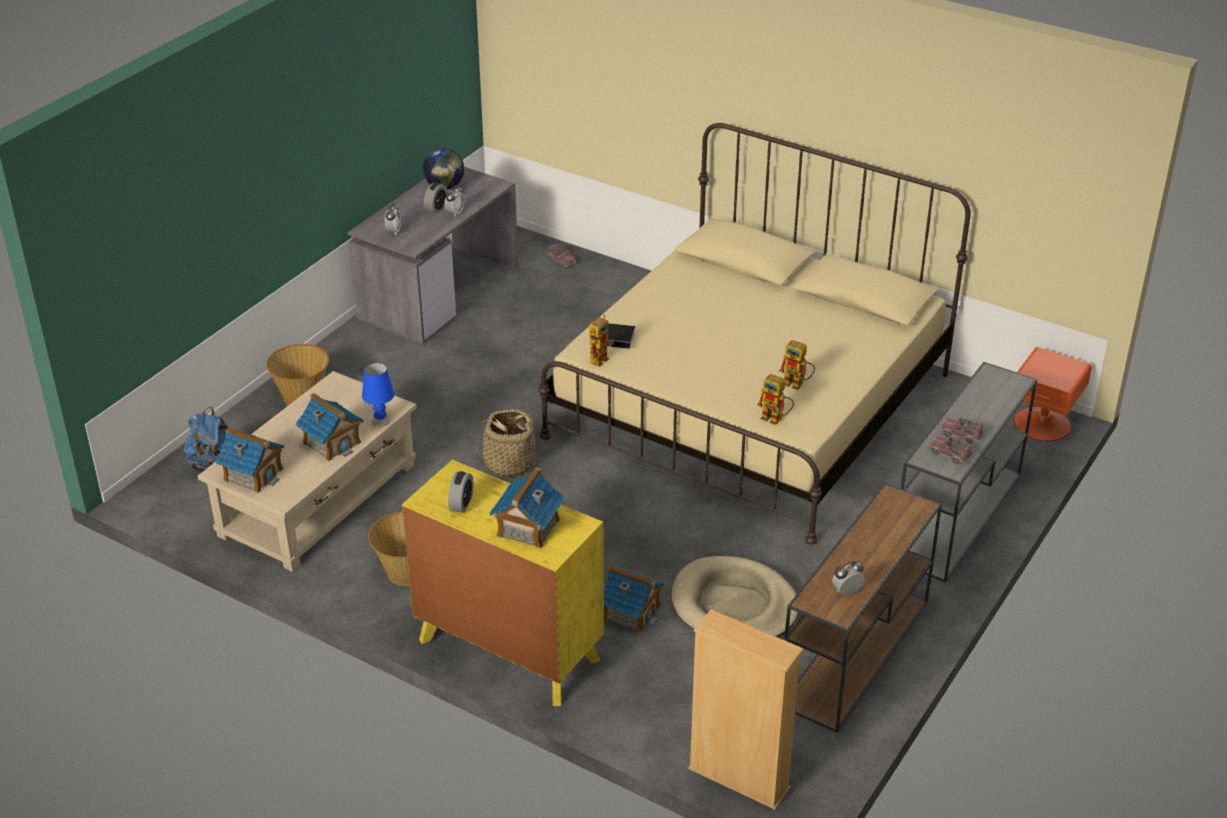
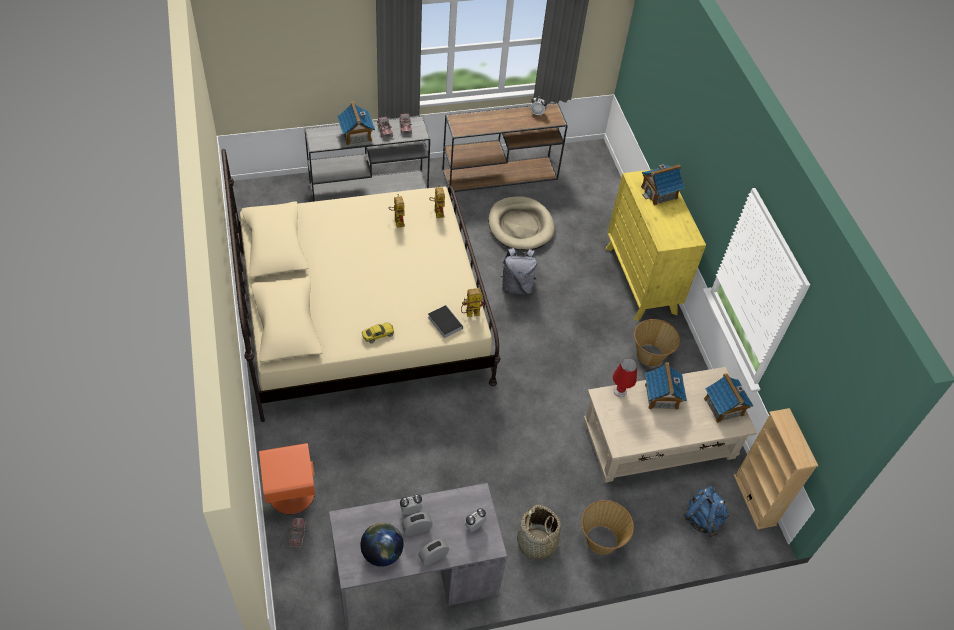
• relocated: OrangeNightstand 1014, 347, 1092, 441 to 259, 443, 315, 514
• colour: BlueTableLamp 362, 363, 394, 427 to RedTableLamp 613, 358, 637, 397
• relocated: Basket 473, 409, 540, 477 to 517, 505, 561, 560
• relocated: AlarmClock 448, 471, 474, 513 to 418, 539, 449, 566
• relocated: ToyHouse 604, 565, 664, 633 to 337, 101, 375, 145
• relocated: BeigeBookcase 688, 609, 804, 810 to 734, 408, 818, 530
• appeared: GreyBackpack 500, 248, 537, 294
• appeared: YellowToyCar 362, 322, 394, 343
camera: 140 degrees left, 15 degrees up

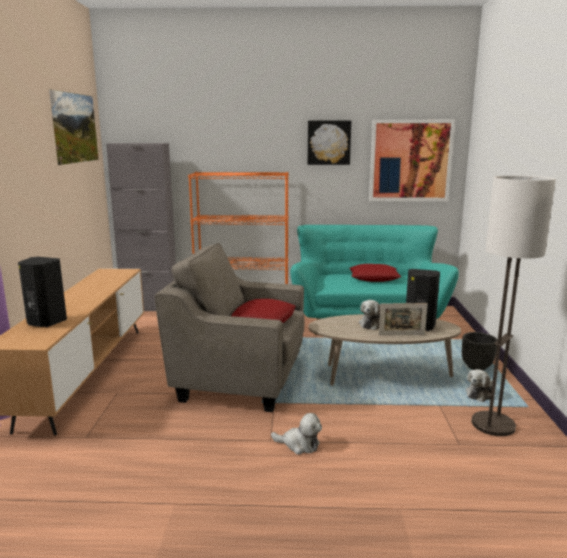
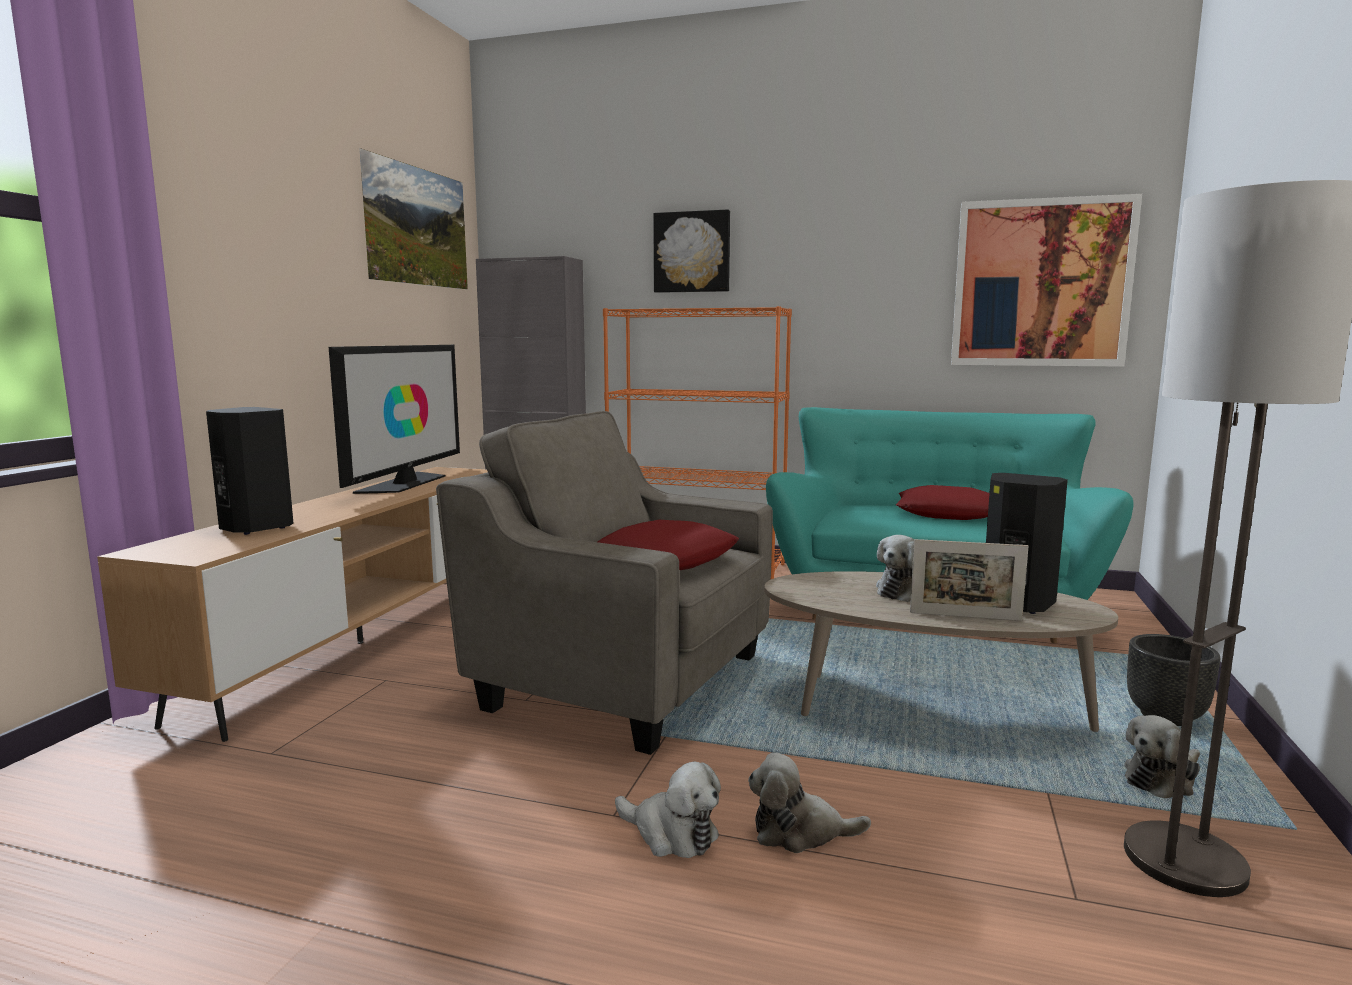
• relocated: Picture 308, 121, 351, 165 to 653, 209, 730, 293
• appeared: Television 329, 345, 460, 494
• appeared: PlushToy 748, 753, 871, 853
camera: 15 degrees right, 5 degrees down

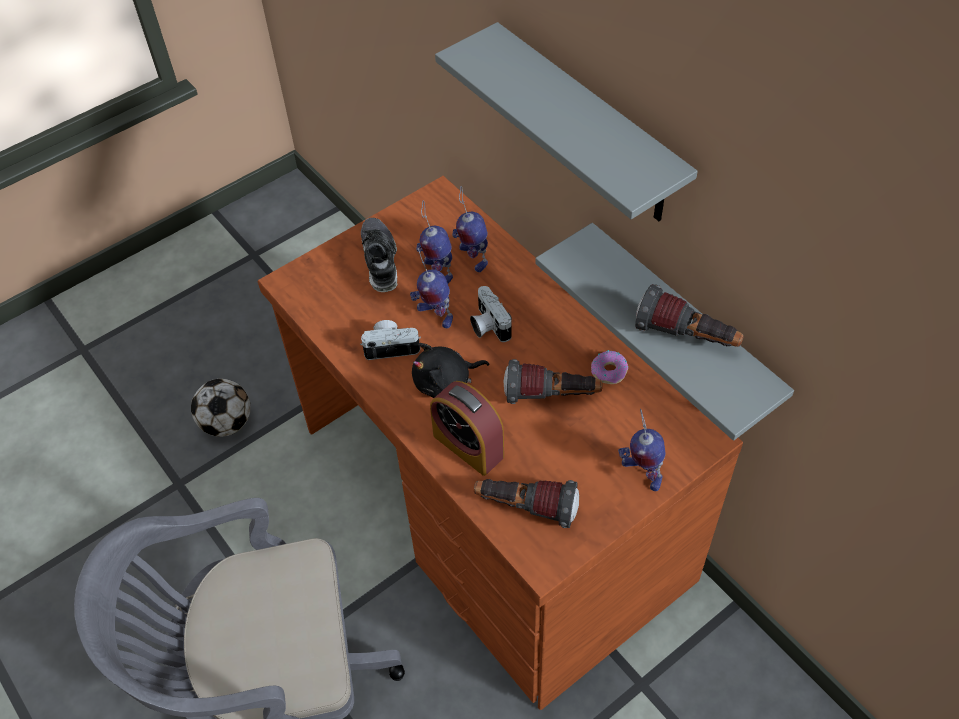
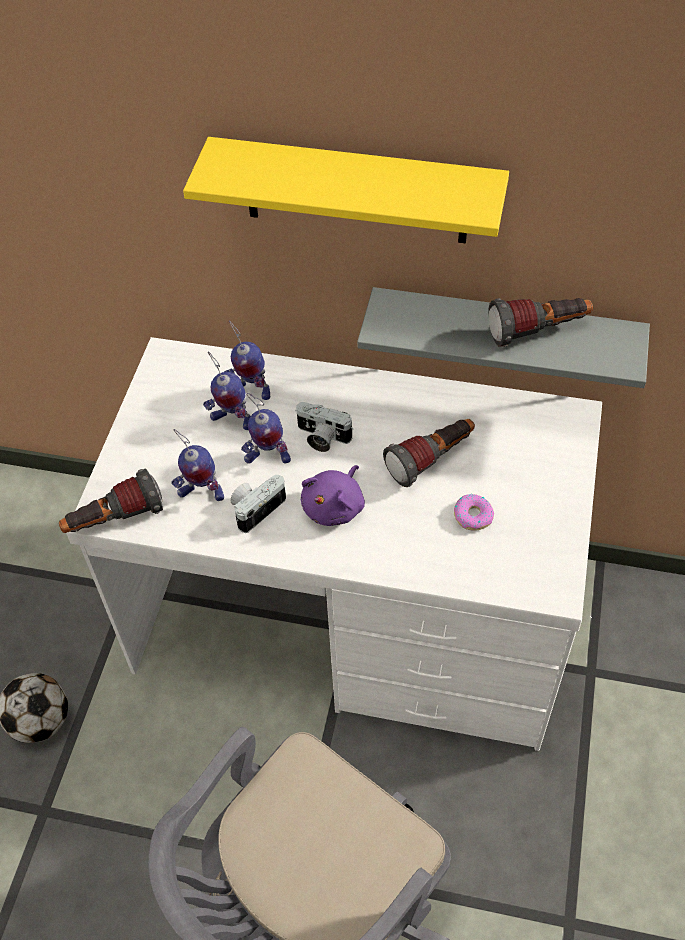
• colour: GreyShelf 435, 22, 698, 221 to YellowShelf 183, 137, 509, 243
• colour: BrownDesk 258, 176, 743, 710 to WhiteDesk 66, 337, 602, 751
• missing: Shoe 361, 218, 398, 292
• colour: BlackPlushToy 412, 343, 489, 398 to PurplePlushToy 301, 465, 365, 526
• relocated: Donut 591, 350, 628, 384 to 454, 494, 494, 531
• missing: AlarmClock 430, 381, 504, 476
• relocated: ToyRobot 618, 409, 665, 491 to 171, 429, 224, 501
• relocated: Flashlight 474, 479, 579, 528 to 59, 469, 163, 533
camera: 40 degrees left, 0 degrees up

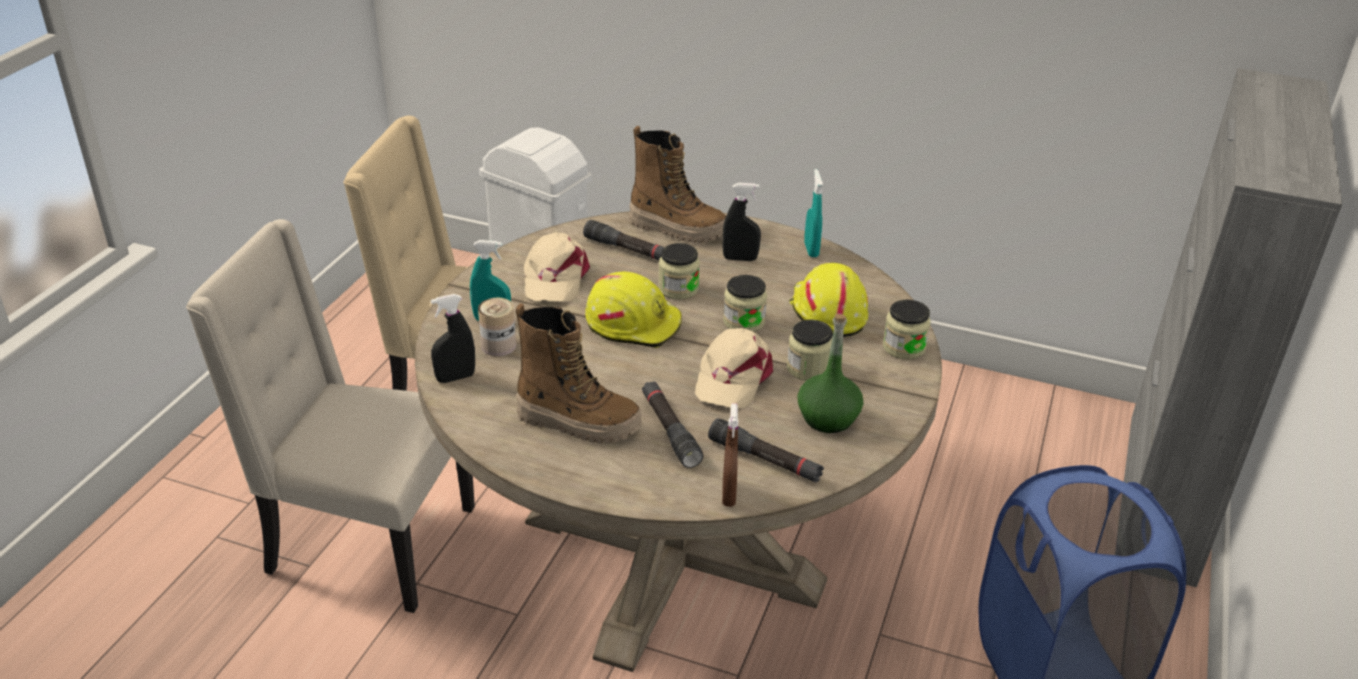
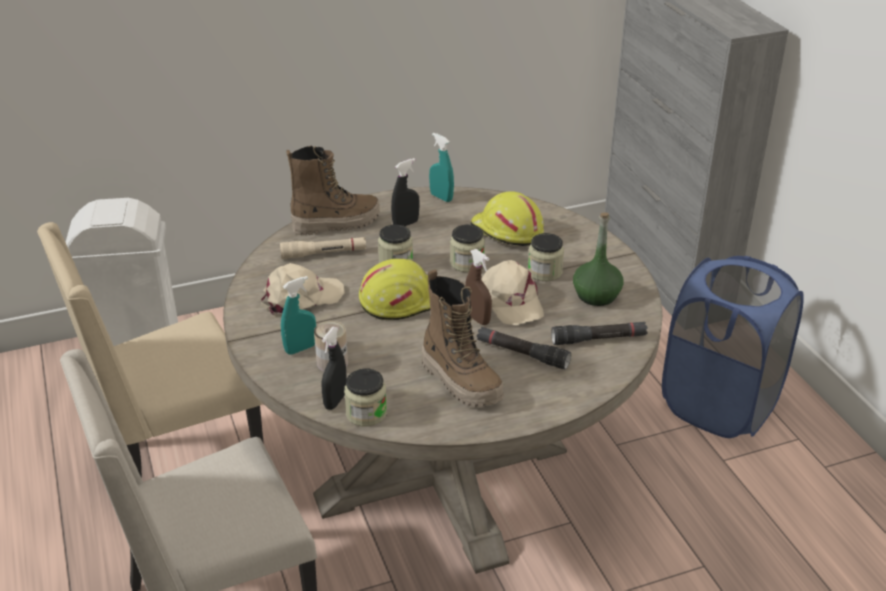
• colour: BlackFlashlight 583, 220, 664, 260 to BeigeFlashlight 280, 237, 366, 259
• spun: BeigeCap 524, 232, 590, 301 = 261, 263, 345, 316 75 degrees counterclockwise
• relocated: Jar 883, 300, 931, 360 to 344, 369, 387, 427
• spun: Boot 516, 303, 642, 444 = 422, 269, 503, 407 75 degrees clockwise
• relocated: BrownSprayBottle 722, 404, 738, 507 to 465, 249, 492, 325
camera: 40 degrees left, 0 degrees up

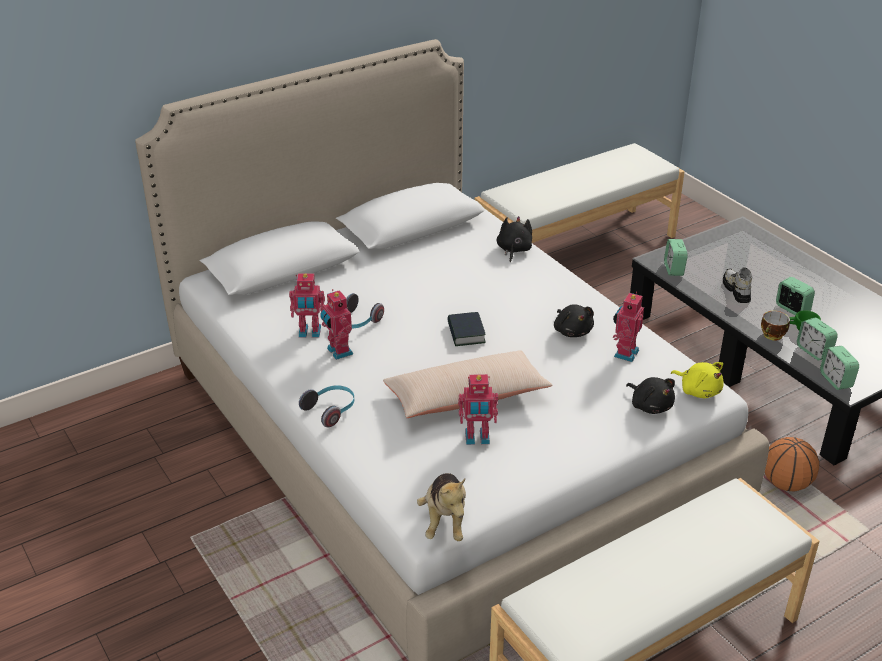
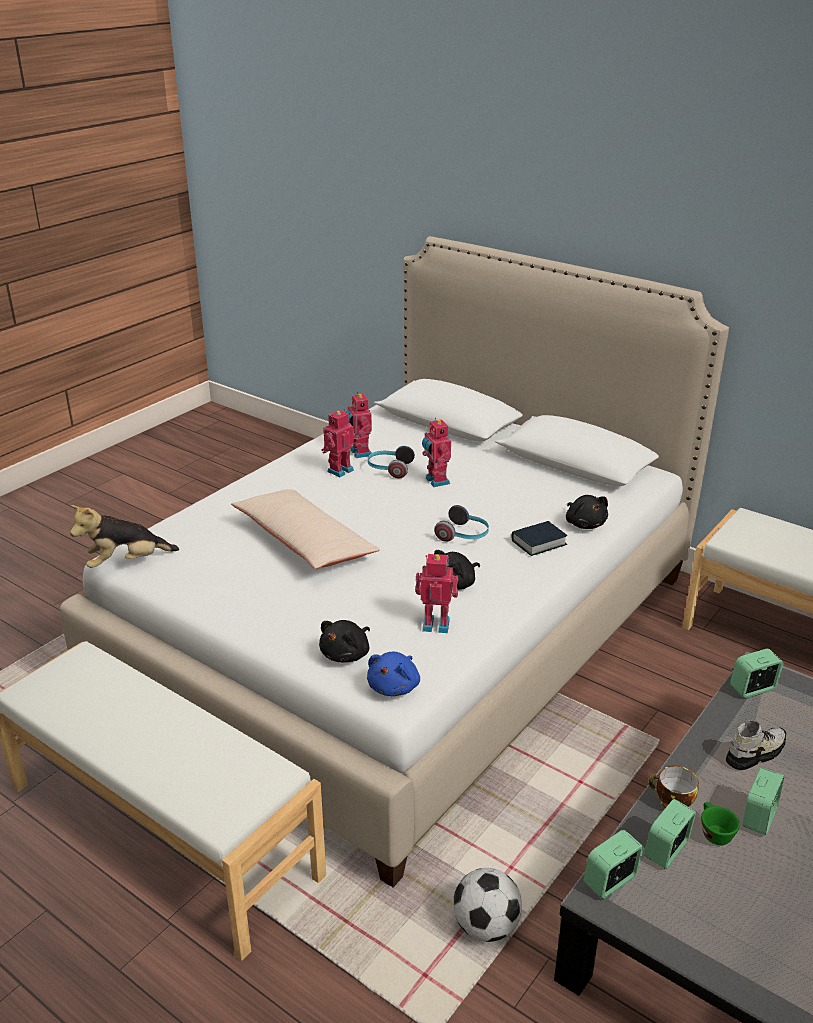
• spun: BlackPlushToy 497, 216, 532, 262 = 566, 495, 608, 529 75 degrees clockwise
• relocated: Book 447, 312, 486, 346 to 511, 521, 567, 556
• colour: YellowPlushToy 671, 362, 724, 398 to BluePlushToy 367, 652, 420, 696
• relocated: ToyRobot 458, 374, 498, 445 to 422, 418, 451, 487
• relocated: Headphones 299, 385, 354, 427 to 434, 505, 489, 542
• exchanged: Basketball 765, 437, 819, 491 to Football 453, 868, 522, 942
camera: 70 degrees right, 5 degrees down

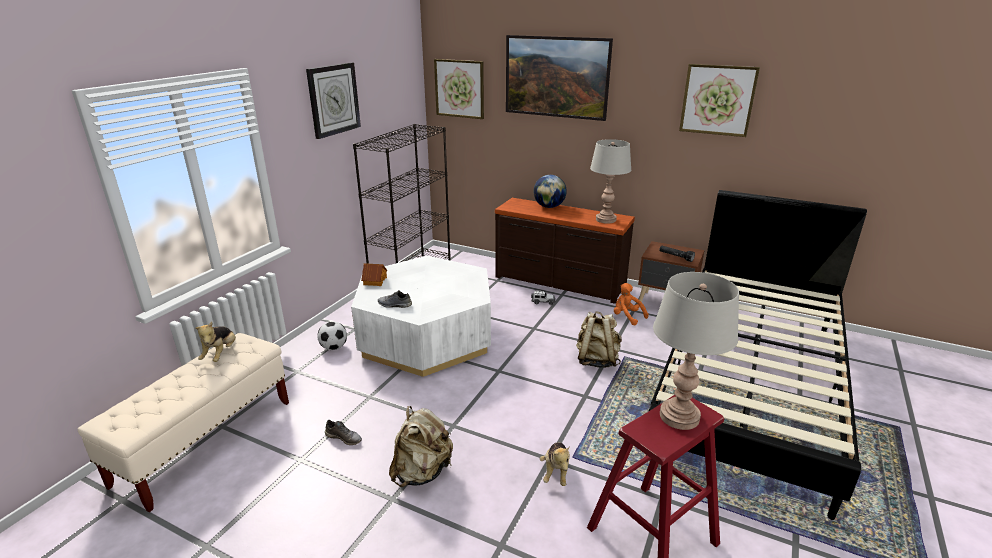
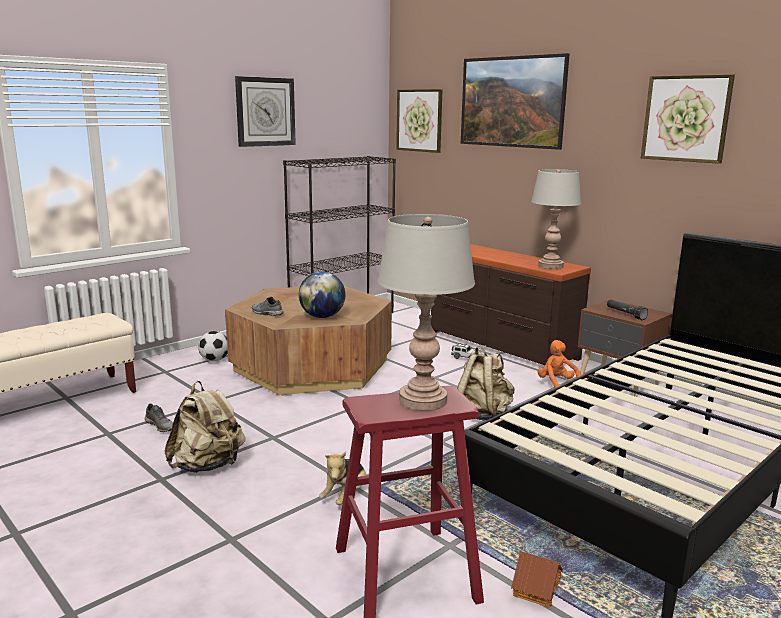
• relocated: Globe 533, 175, 567, 208 to 299, 271, 345, 318
• colour: WhiteCoffeeTable 351, 256, 491, 377 to BrownCoffeeTable 225, 286, 392, 395
• relocated: ToyHouse 361, 263, 387, 286 to 511, 551, 563, 608
• missing: PlushToy 196, 322, 236, 362
camera: 20 degrees right, 10 degrees down

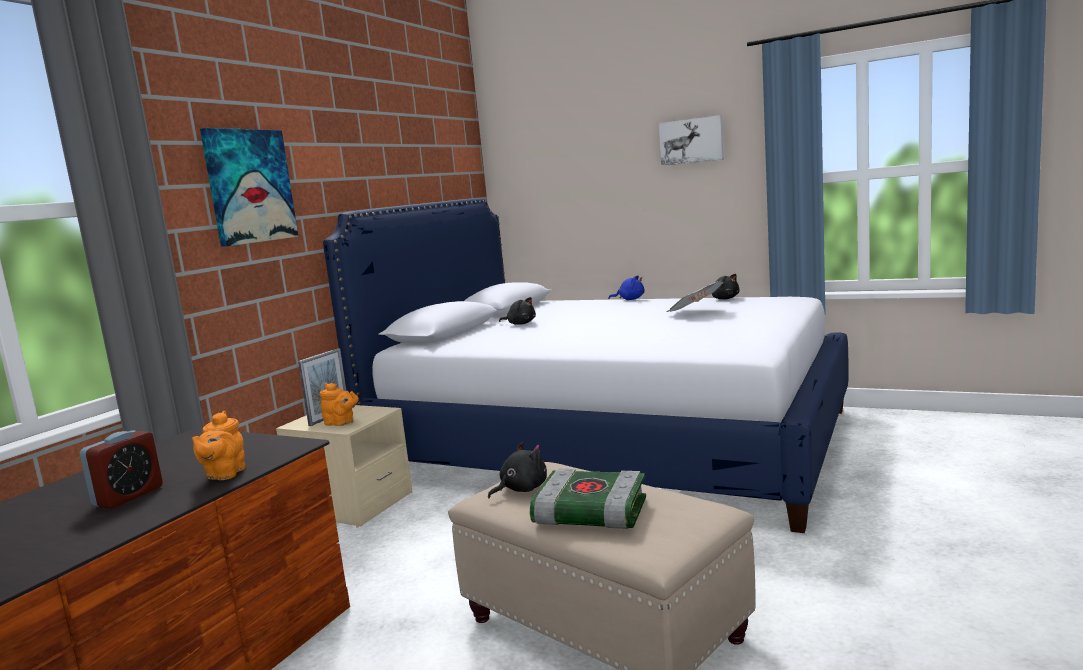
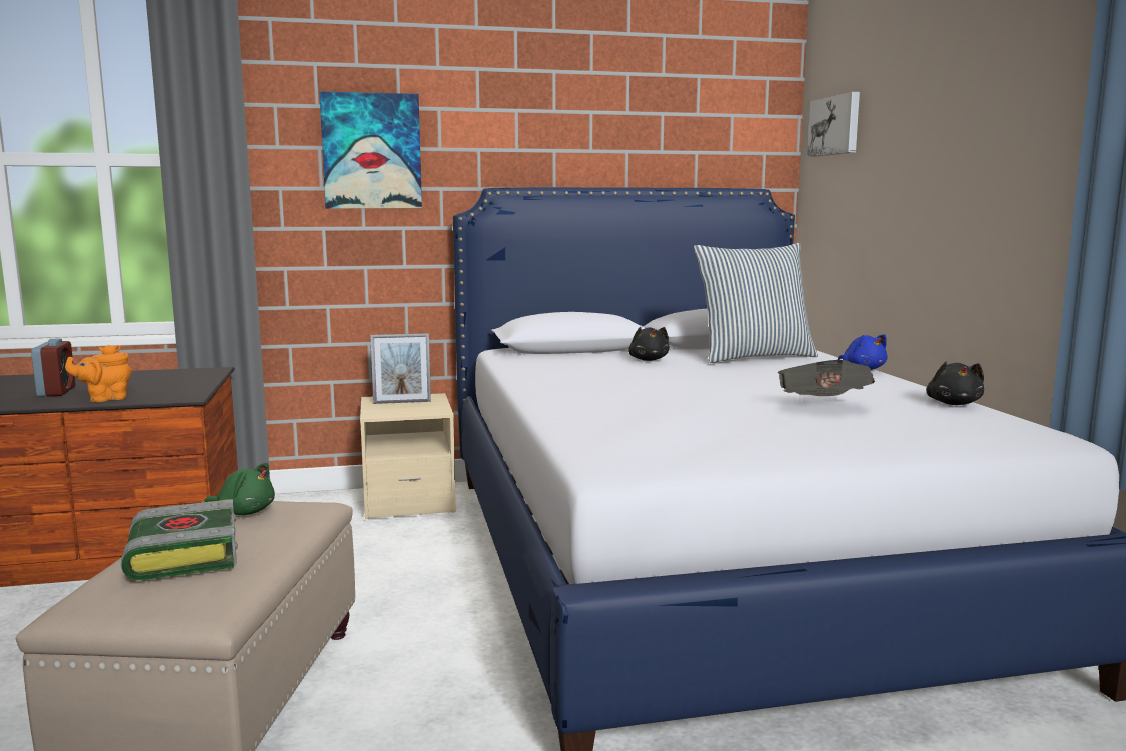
• relocated: Picture 659, 115, 724, 166 to 807, 92, 860, 157
• missing: OrangeTeapot 320, 383, 359, 426
• spun: AlarmClock 80, 430, 163, 509 = 31, 338, 75, 397 90 degrees counterclockwise
• colour: BlackPlushToy 488, 442, 547, 498 to GreenPlushToy 204, 463, 275, 515
• appeared: Pillow 694, 243, 818, 363
camera: 50 degrees right, 0 degrees up

